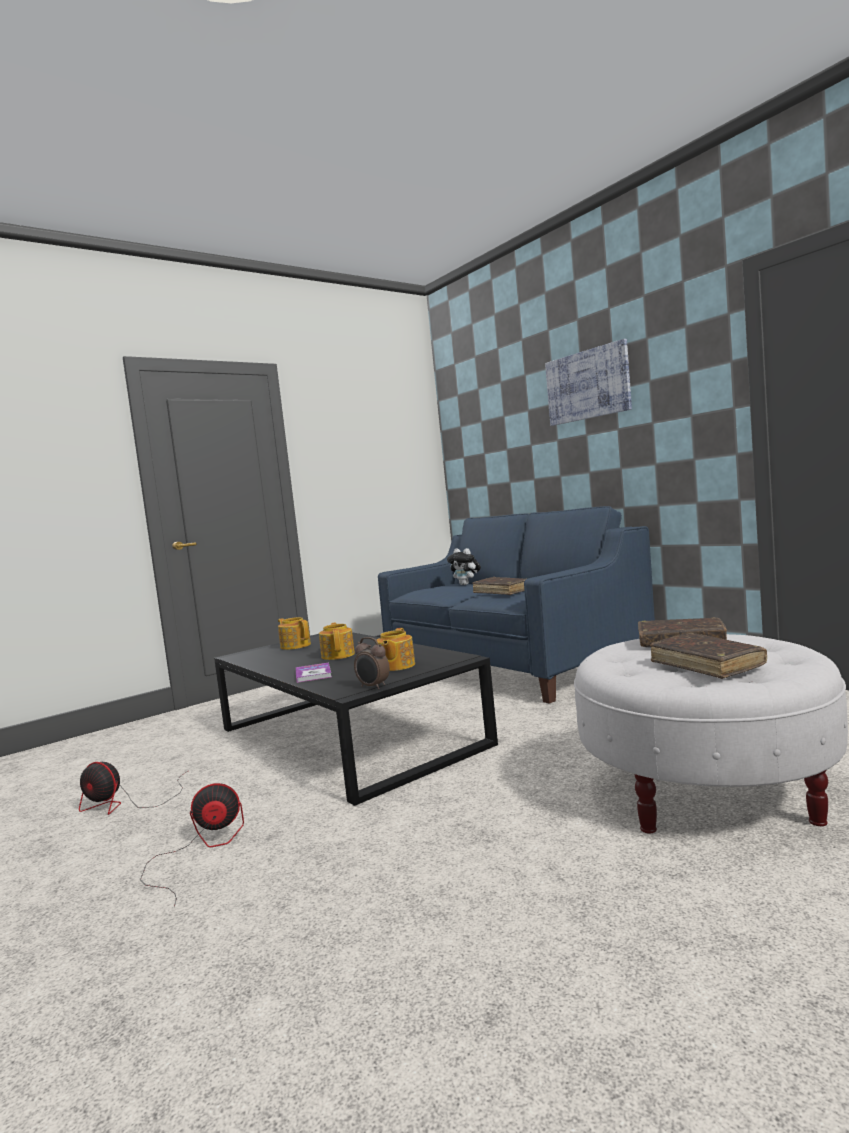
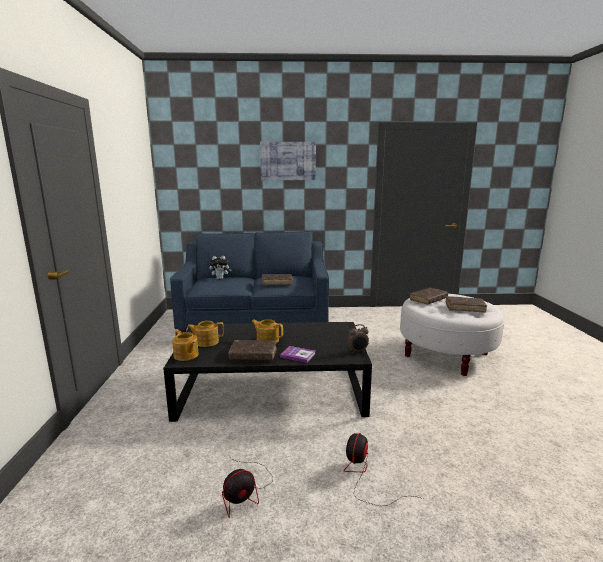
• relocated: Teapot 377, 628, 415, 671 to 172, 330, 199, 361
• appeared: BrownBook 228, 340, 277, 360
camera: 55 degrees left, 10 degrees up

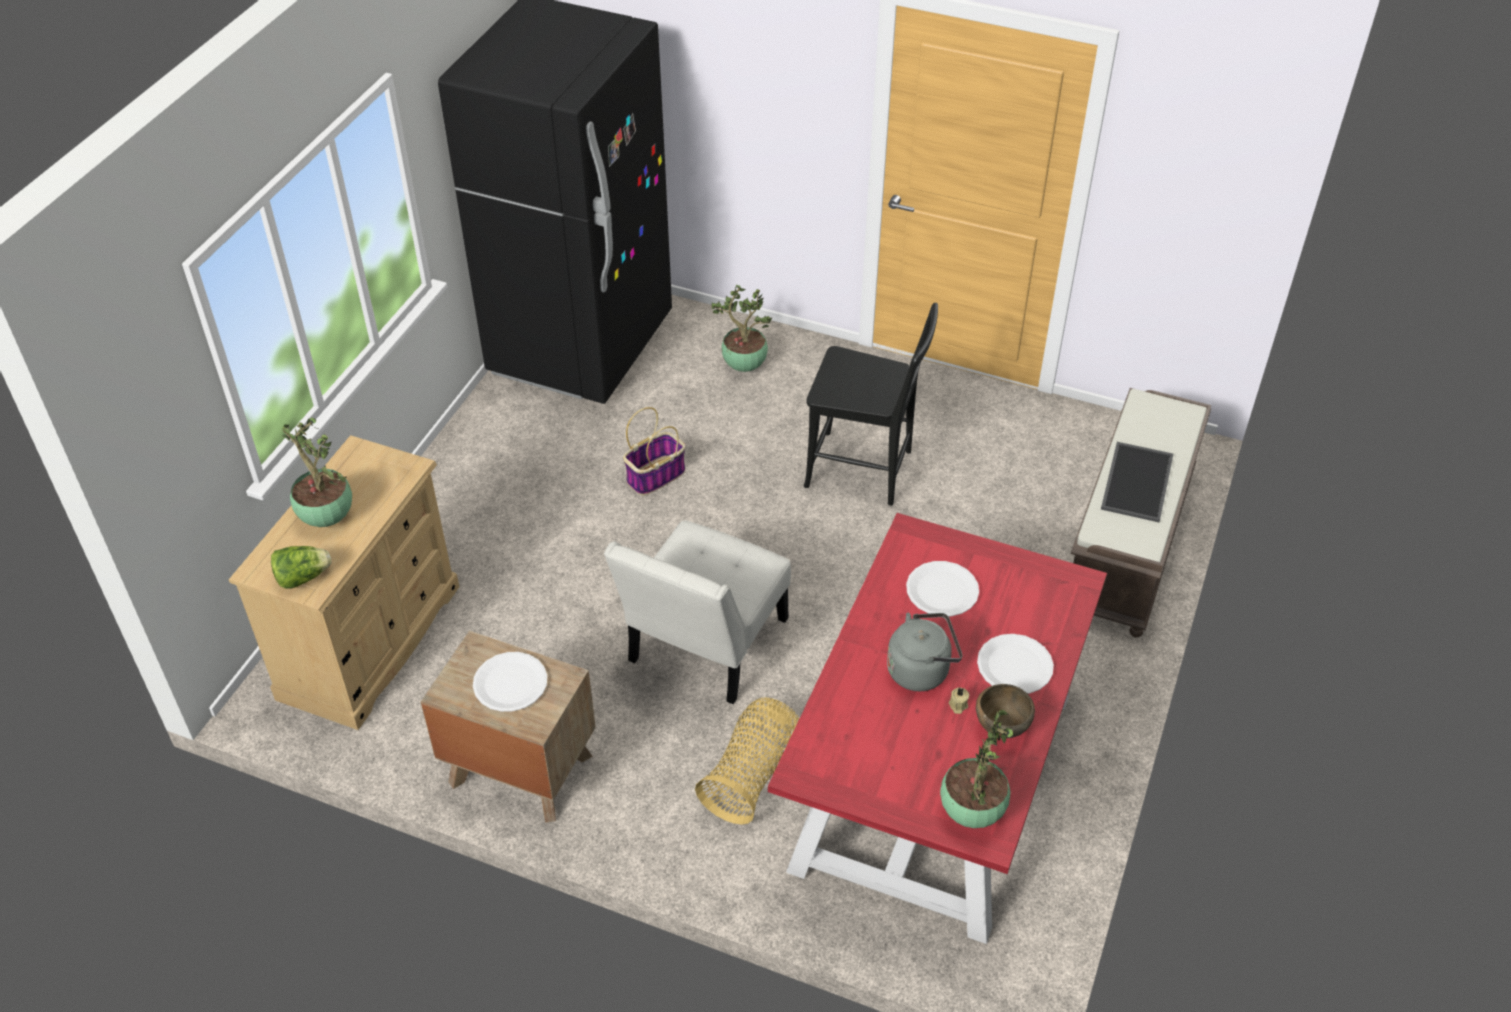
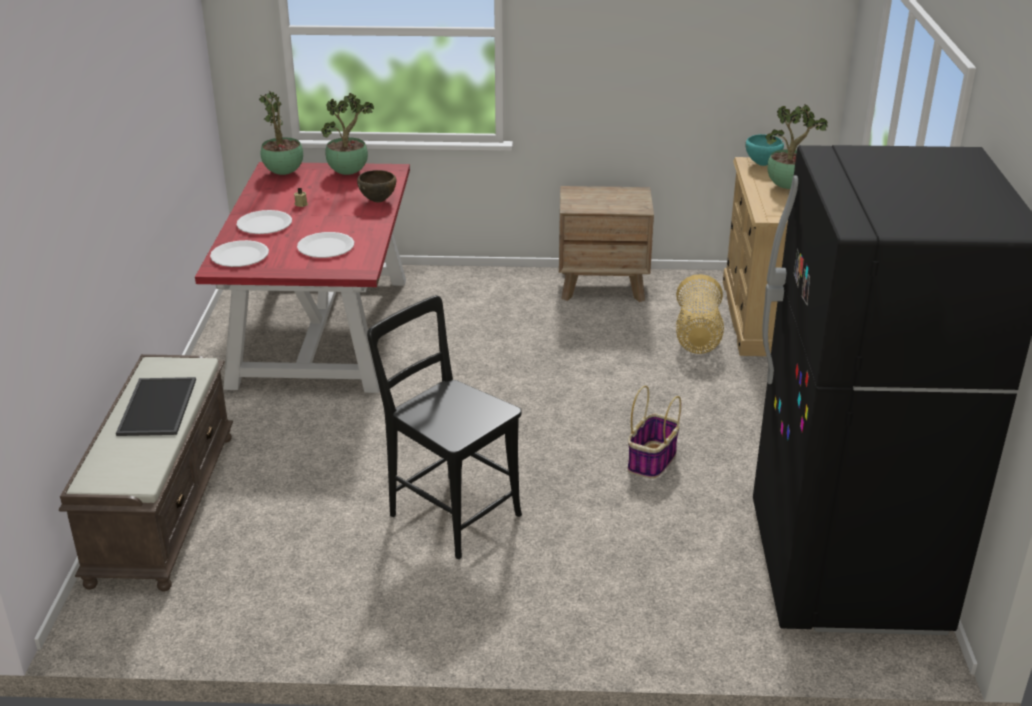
• relocated: PottedPlant 711, 285, 772, 372 to 321, 93, 374, 175
• spun: BlackChair 804, 303, 938, 506 = 367, 295, 522, 559 45 degrees clockwise
• missing: WhiteChair 604, 520, 791, 704
• exchanged: Lettuce 271, 546, 331, 589 to TurquoiseBowl 745, 134, 784, 166
• missing: GreyKettle 887, 613, 962, 691
• relocated: WhitePlate 473, 652, 547, 712 to 210, 240, 269, 267
• relocated: BrownBowl 976, 684, 1035, 738 to 357, 170, 396, 202
• relocated: Basket 695, 697, 799, 825 to 676, 274, 724, 354
camera: 160 degrees right, 15 degrees down

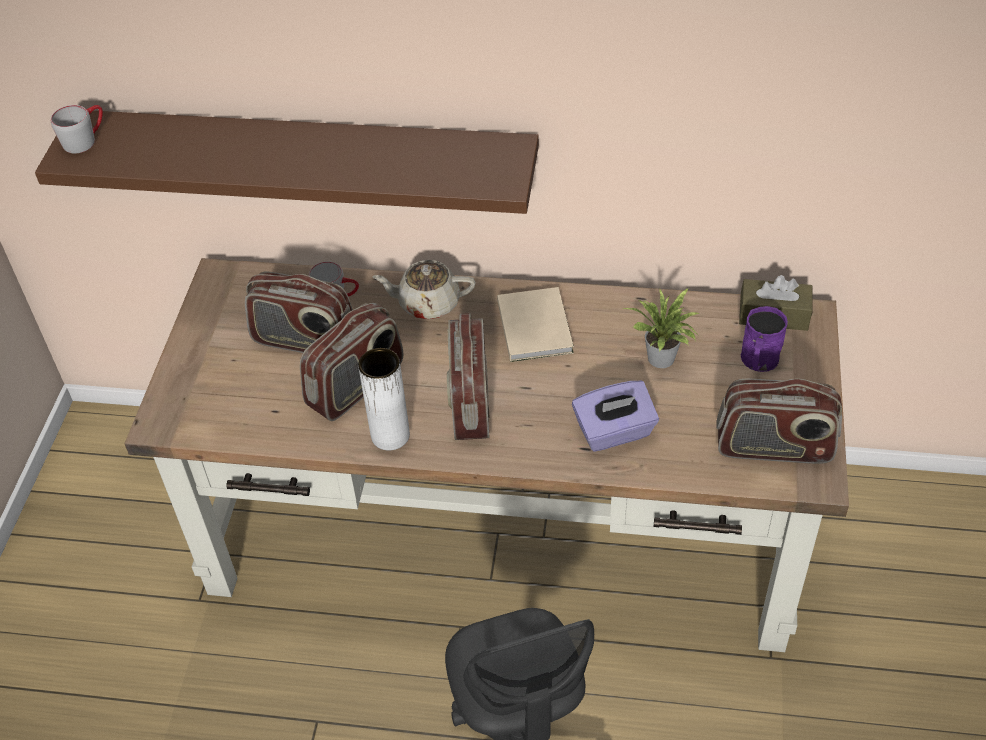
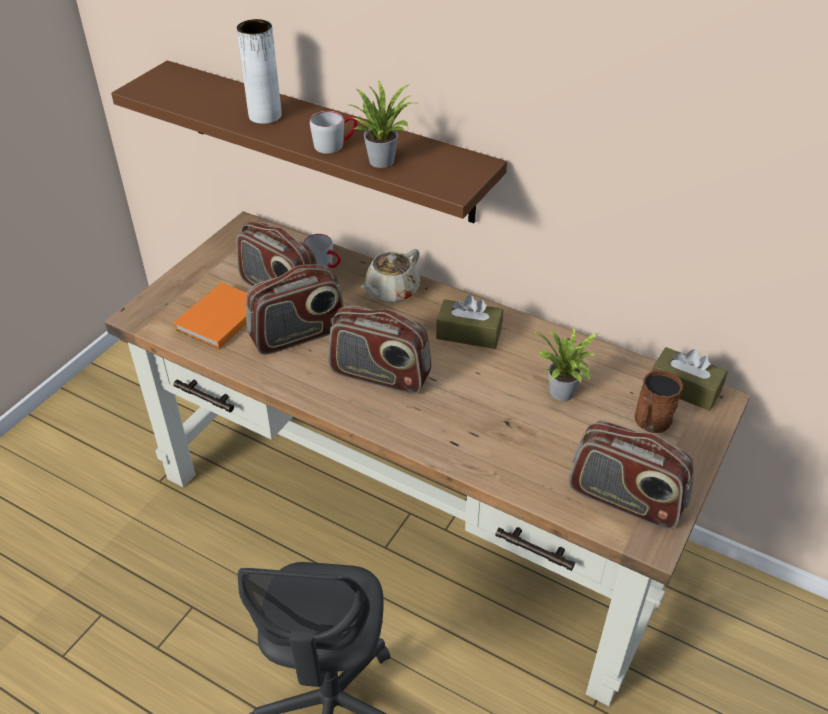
• relocated: GreyMug 51, 105, 103, 153 to 310, 111, 357, 154
• spun: BeigeTeapot 372, 260, 476, 319 = 361, 249, 420, 303 75 degrees counterclockwise
• exchanged: BeigeBook 497, 287, 574, 362 to BrownTissueBox 436, 295, 503, 349
• colour: PurpleMug 741, 306, 788, 372 to BrownMug 635, 370, 683, 433
• spun: Radio 447, 313, 489, 440 = 328, 306, 431, 394 90 degrees counterclockwise
• relocated: WhiteVase 358, 348, 410, 451 to 237, 19, 282, 124
• missing: PurpleTissueBox 572, 381, 659, 452
• appeared: PottedPlant 350, 81, 420, 168
• appeared: OrangeBook 174, 283, 247, 349
camera: 20 degrees right, 5 degrees down

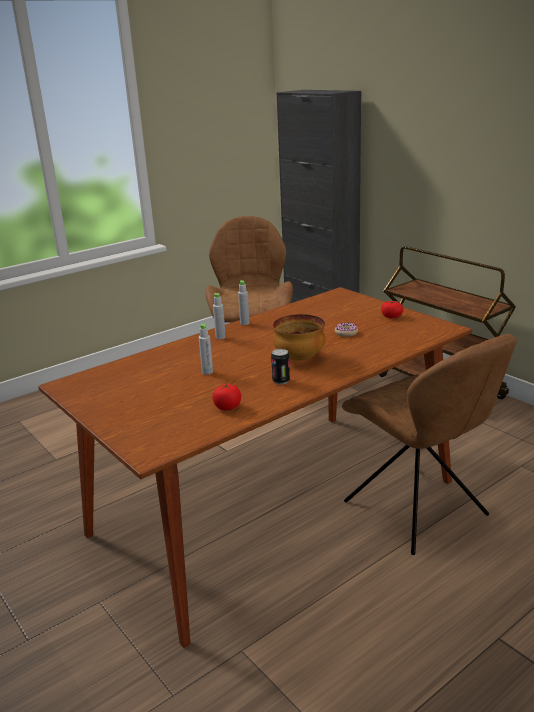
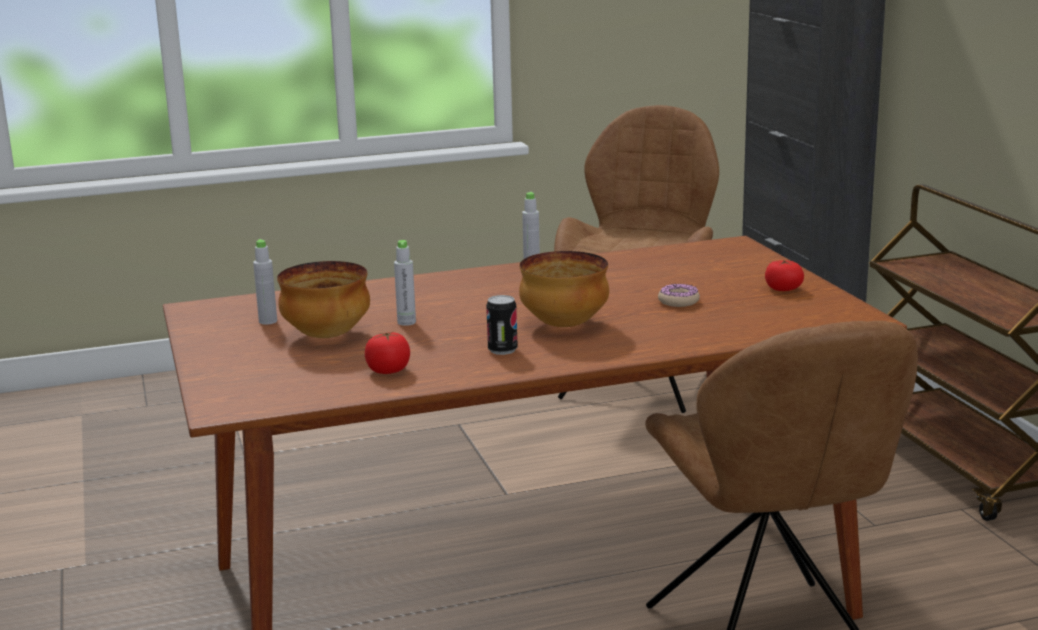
• relocated: GreyBottle 213, 293, 226, 339 to 253, 239, 277, 325
• appeared: Bowl 277, 261, 370, 338
camera: 20 degrees right, 5 degrees down

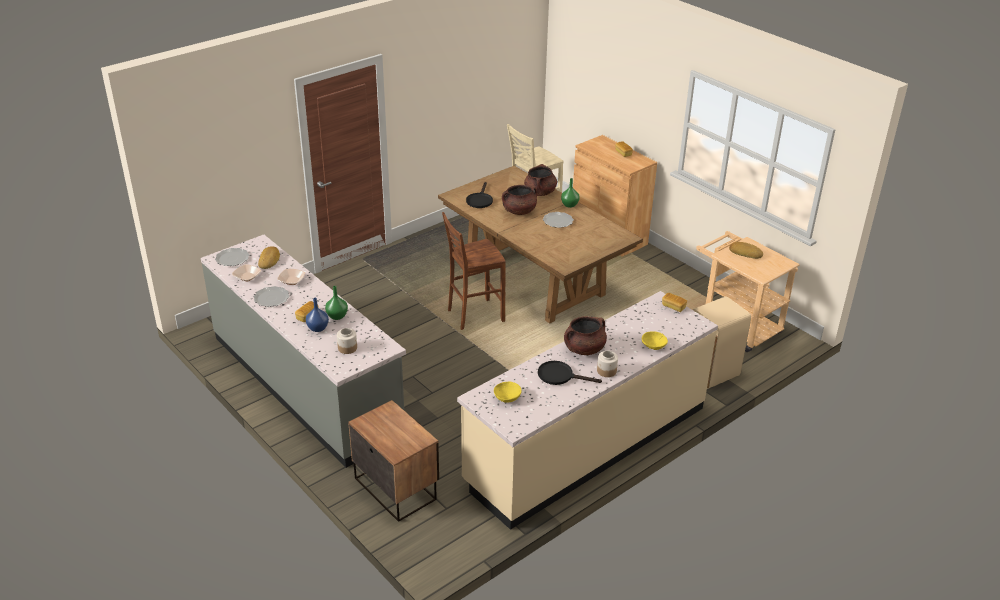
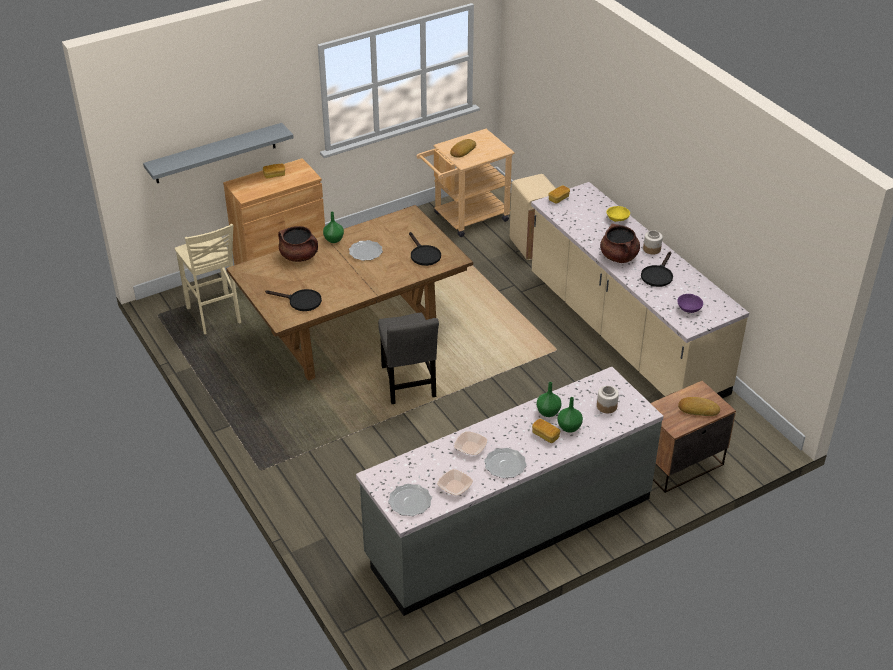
• missing: BrownCookingPot 502, 185, 537, 215
• exchanged: BrownStool 442, 212, 506, 330 to GreyChair 378, 313, 439, 404
• relocated: Bread 258, 246, 280, 269 to 678, 397, 720, 416
• colour: BlueVase 306, 298, 329, 332 to GreenVase 557, 397, 583, 433
• colour: YellowBowl 494, 382, 522, 403 to PurpleBowl 677, 294, 703, 313
• appeared: GreyShelf 143, 123, 294, 183
• appeared: BlackFryingPan 409, 232, 441, 266
camera: 80 degrees left, 5 degrees up

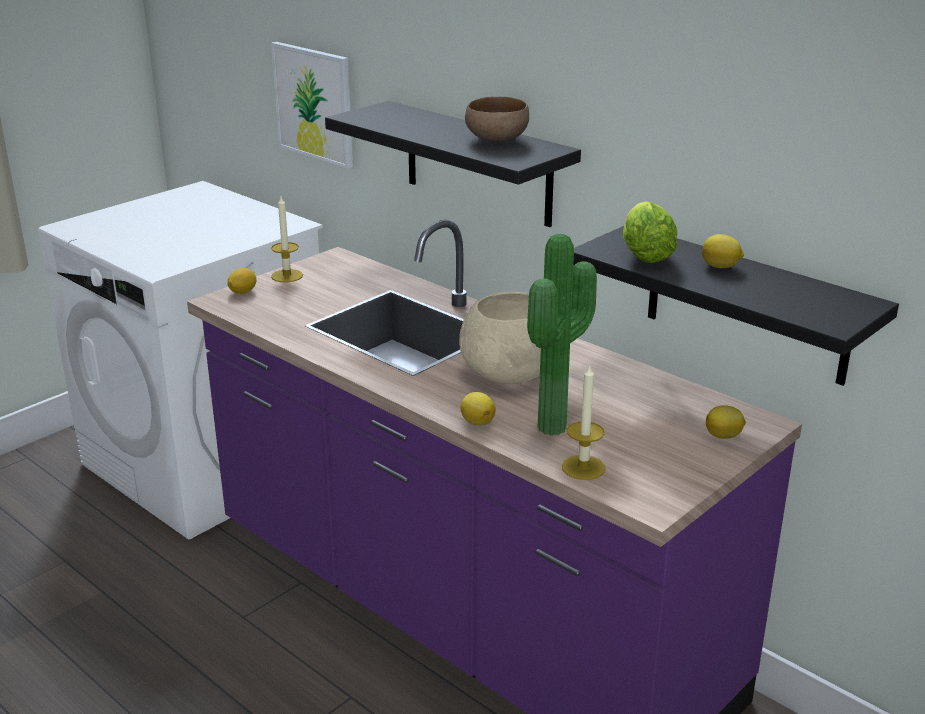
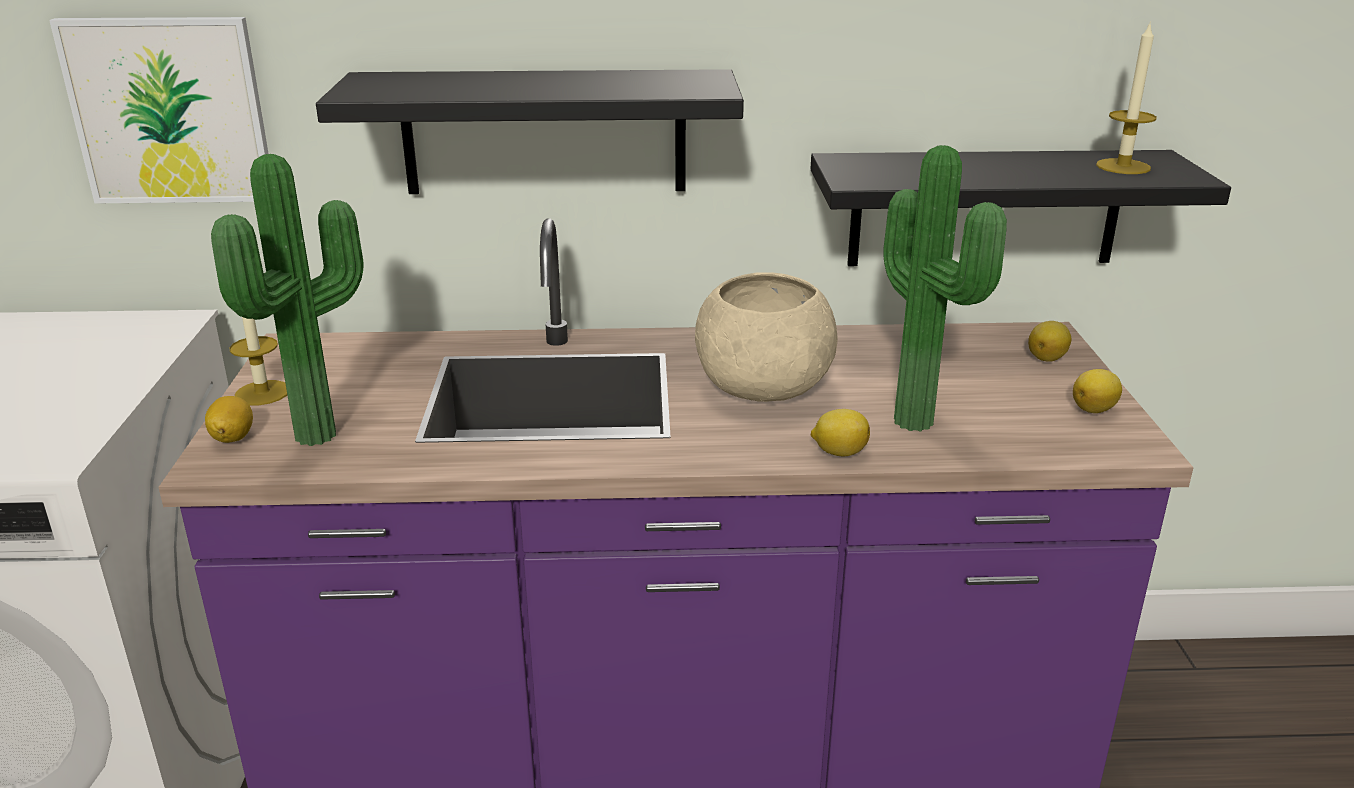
• missing: BrownBowl 465, 97, 529, 142
• missing: Lettuce 623, 201, 677, 263
• relocated: Lemon 702, 234, 744, 268 to 1073, 369, 1122, 413
• relocated: Candle 562, 363, 606, 480 to 1096, 21, 1157, 174
• appeared: PottedPlant 211, 154, 364, 446
camera: 45 degrees left, 0 degrees up

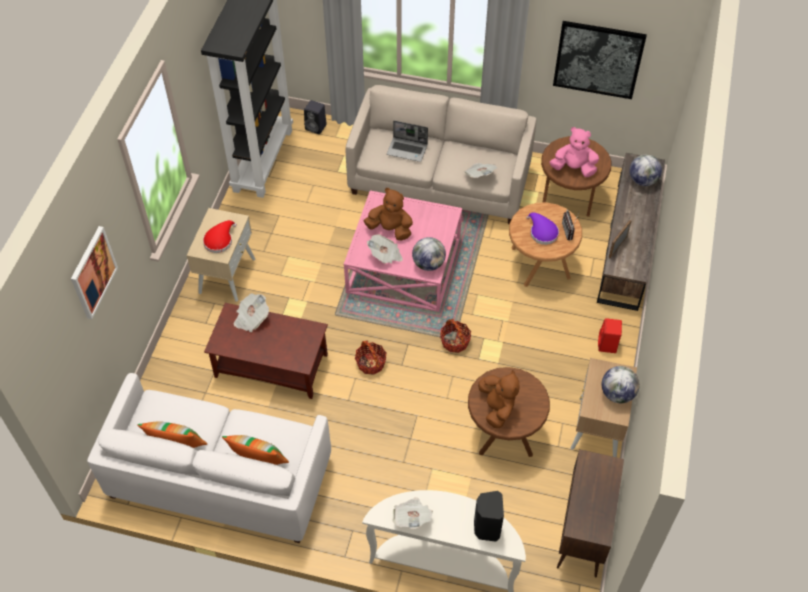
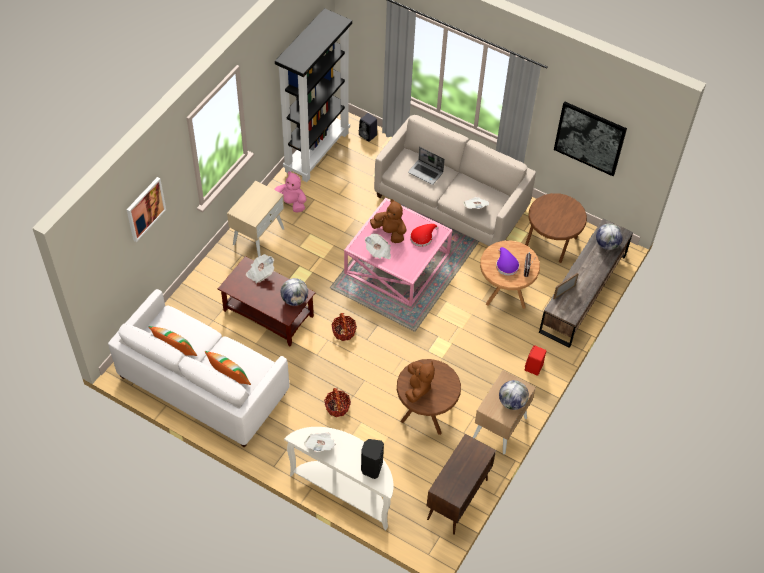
• relocated: PinkPlushToy 550, 127, 599, 177 to 274, 171, 306, 213
• relocated: RedHat 203, 220, 237, 253 to 410, 223, 439, 247
• relocated: Globe 412, 237, 446, 271 to 281, 278, 308, 306
• relocated: Basket 440, 319, 471, 353 to 324, 388, 351, 417
camera: 15 degrees right, 0 degrees up

